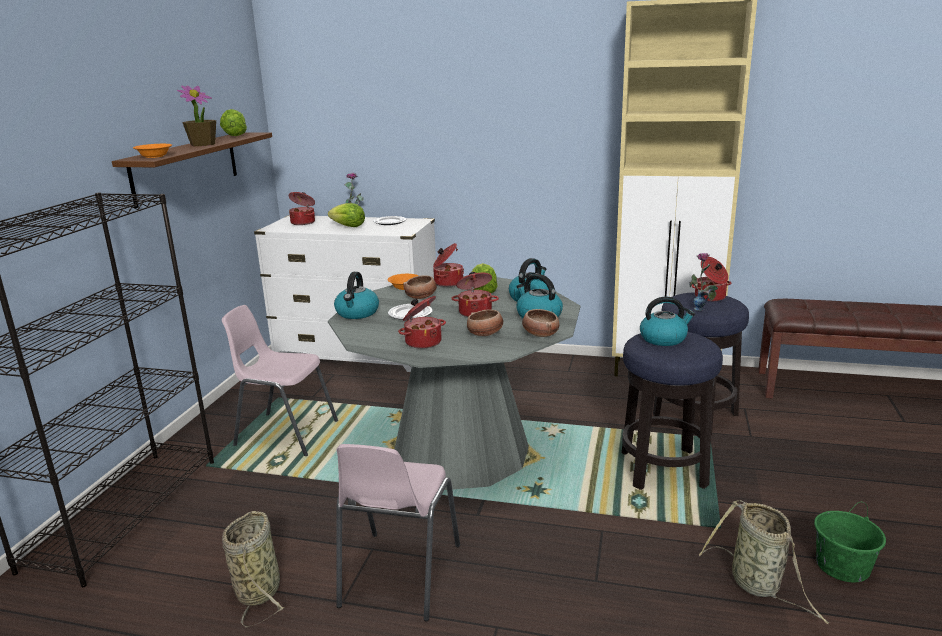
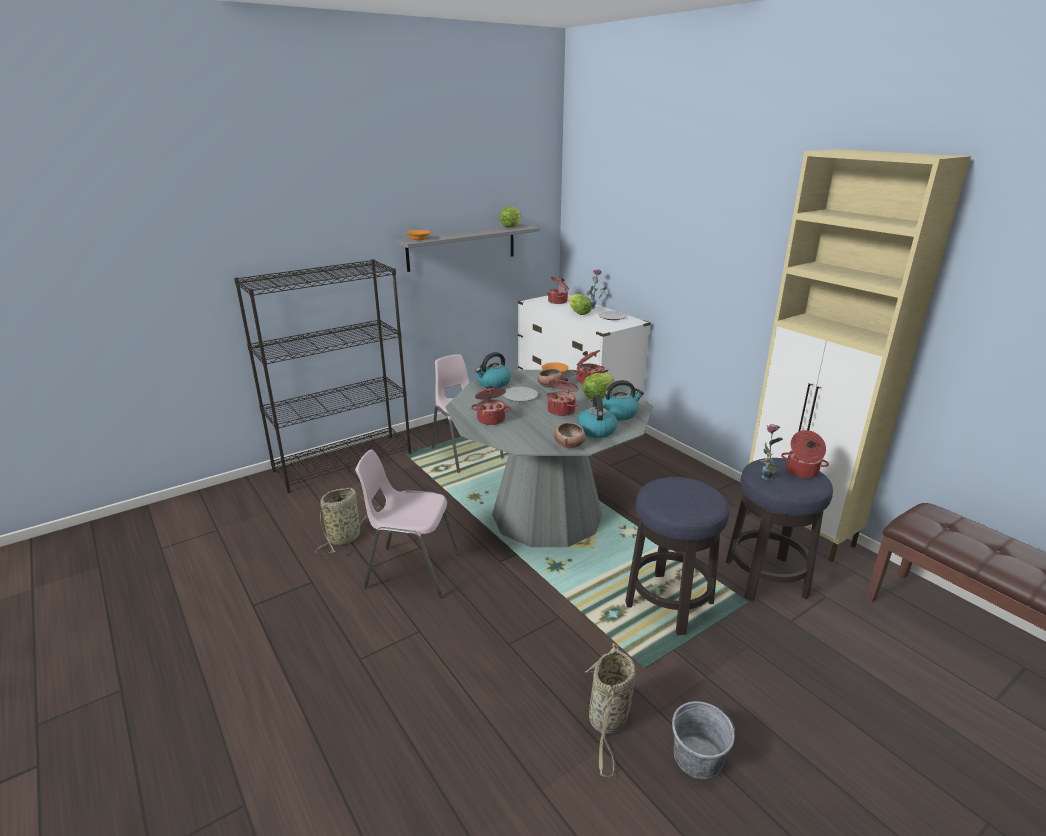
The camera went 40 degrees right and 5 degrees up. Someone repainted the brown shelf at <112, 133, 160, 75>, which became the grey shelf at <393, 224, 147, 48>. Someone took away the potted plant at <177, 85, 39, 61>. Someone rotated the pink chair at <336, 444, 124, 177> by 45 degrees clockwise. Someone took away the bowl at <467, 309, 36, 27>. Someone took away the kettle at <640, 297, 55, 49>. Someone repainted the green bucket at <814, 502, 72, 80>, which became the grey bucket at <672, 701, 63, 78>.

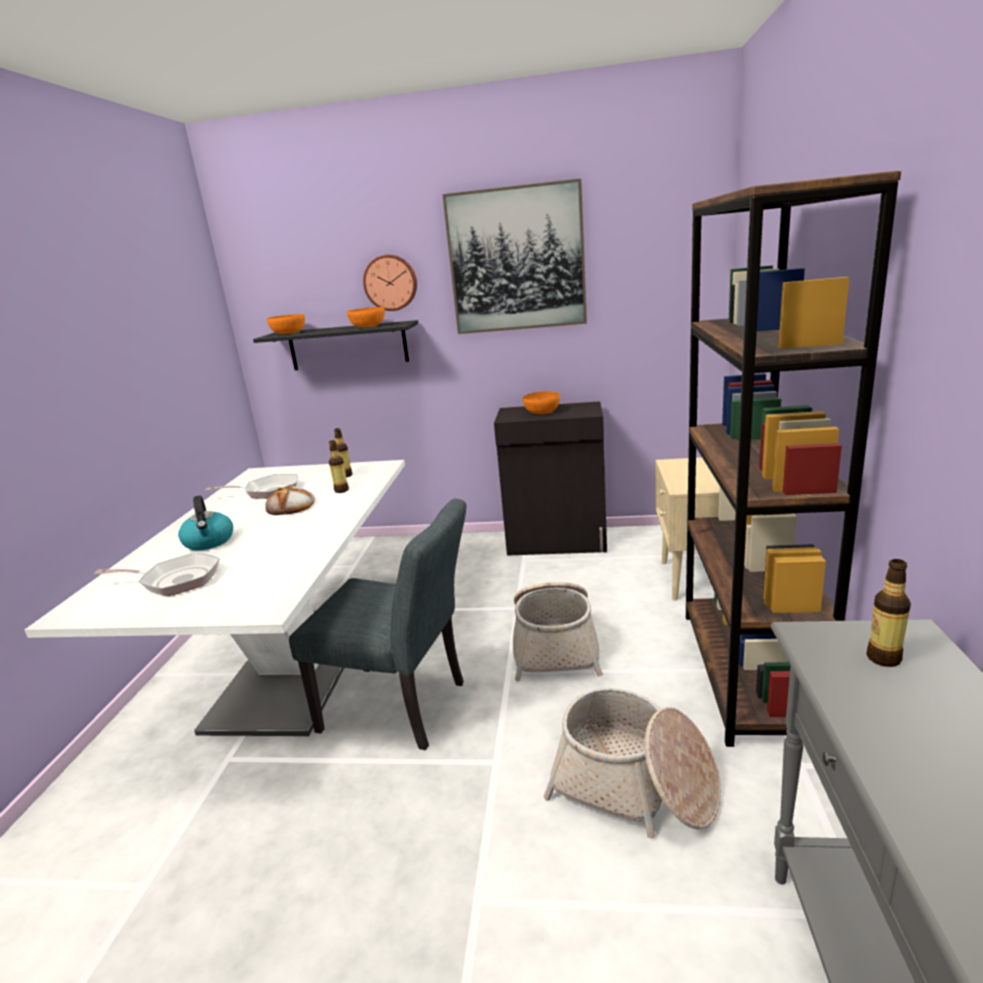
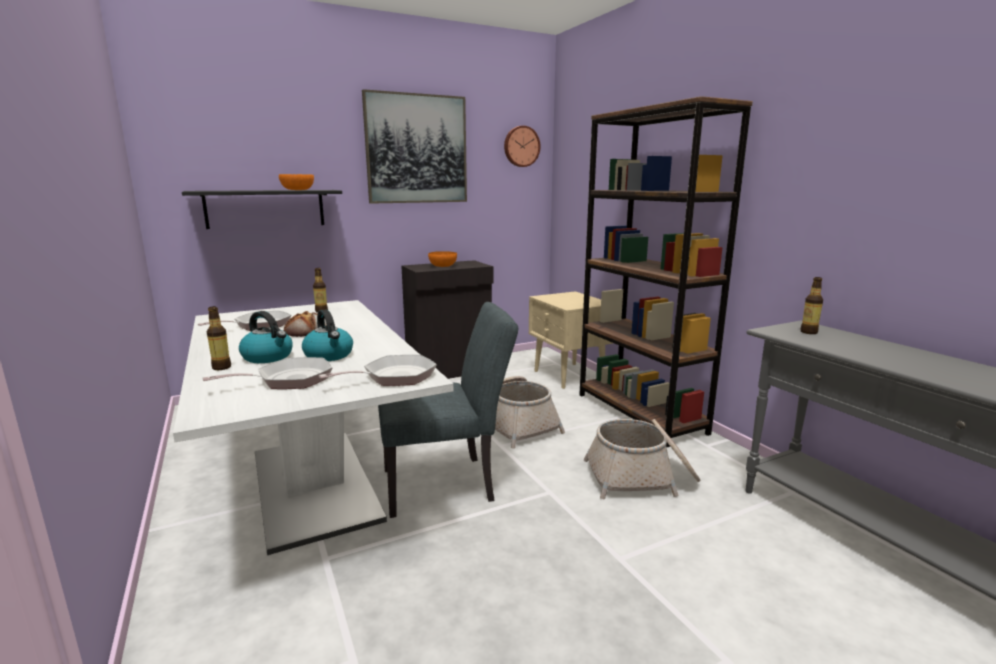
The camera went 35 degrees left and 5 degrees down. Someone took away the orange bowl at <267, 314, 38, 20>. Someone carried the bottle from <329, 440, 20, 53> to <207, 306, 24, 64>. Someone carried the wall clock from <363, 255, 54, 56> to <504, 126, 37, 41>. Someone put down the kettle at <302, 309, 51, 52>. Someone put down the frying pan at <318, 355, 119, 31>.

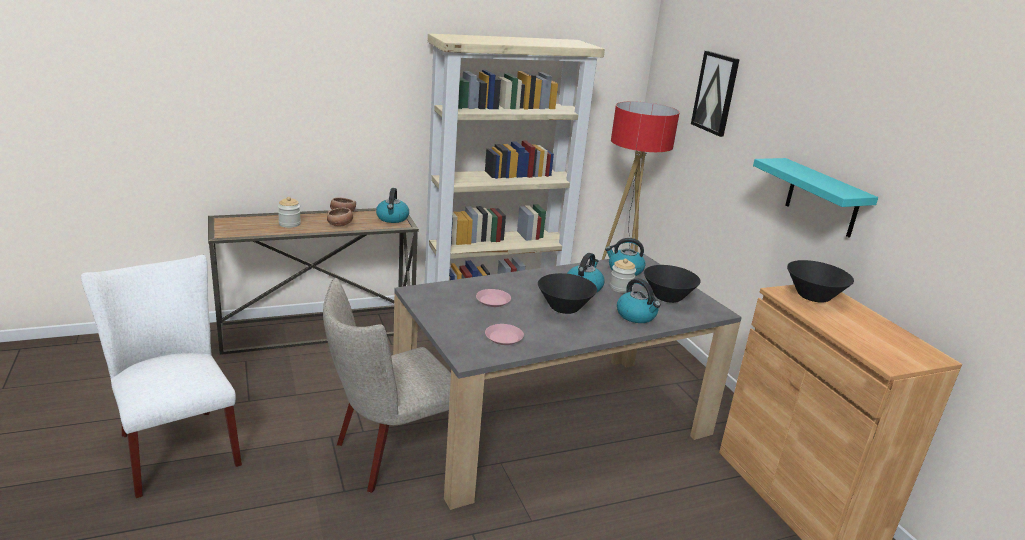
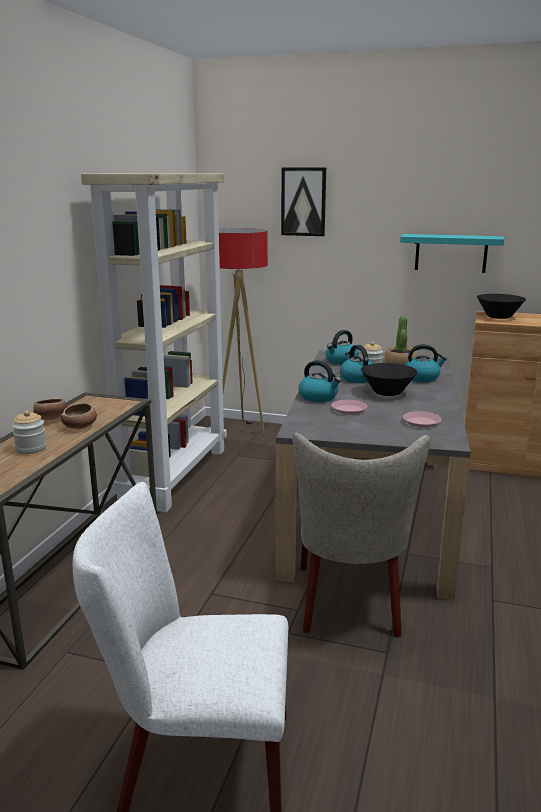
The camera went 50 degrees left and 5 degrees down. Someone carried the kettle from <376, 188, 33, 35> to <298, 360, 43, 42>. Someone swapped the black bowl at <644, 265, 57, 38> for the potted plant at <385, 316, 33, 49>.

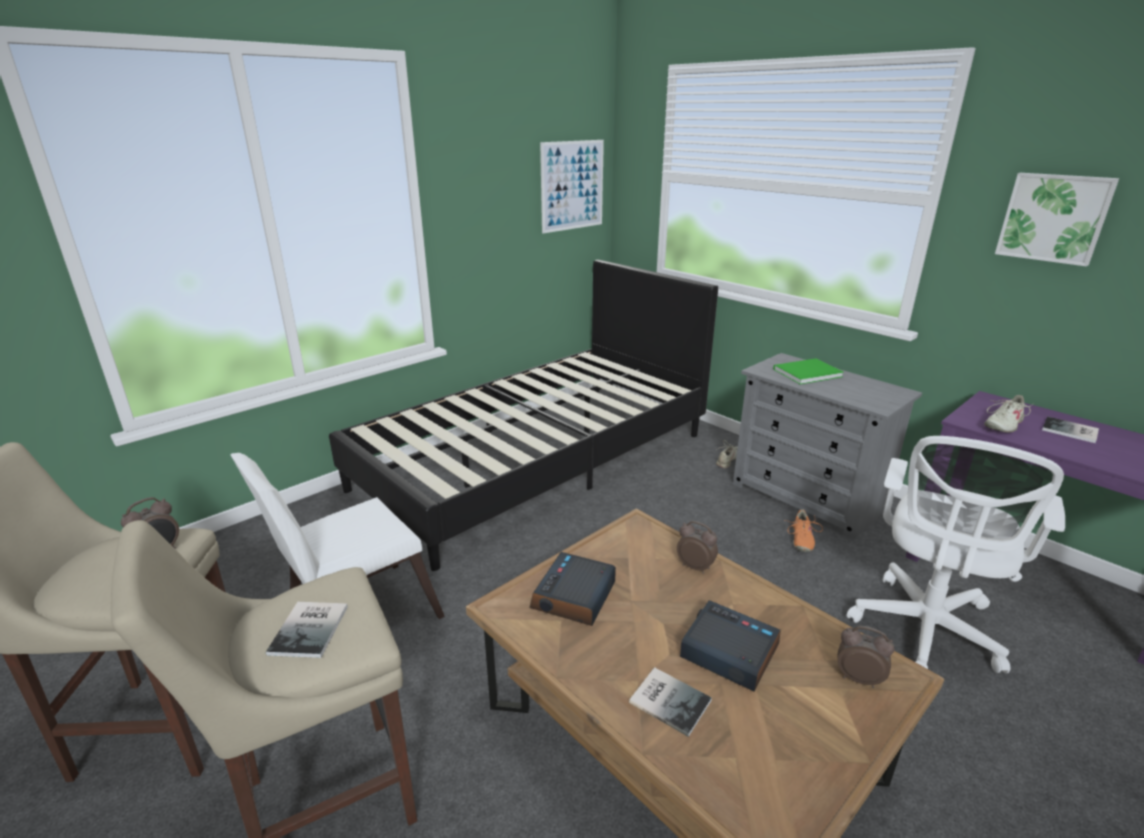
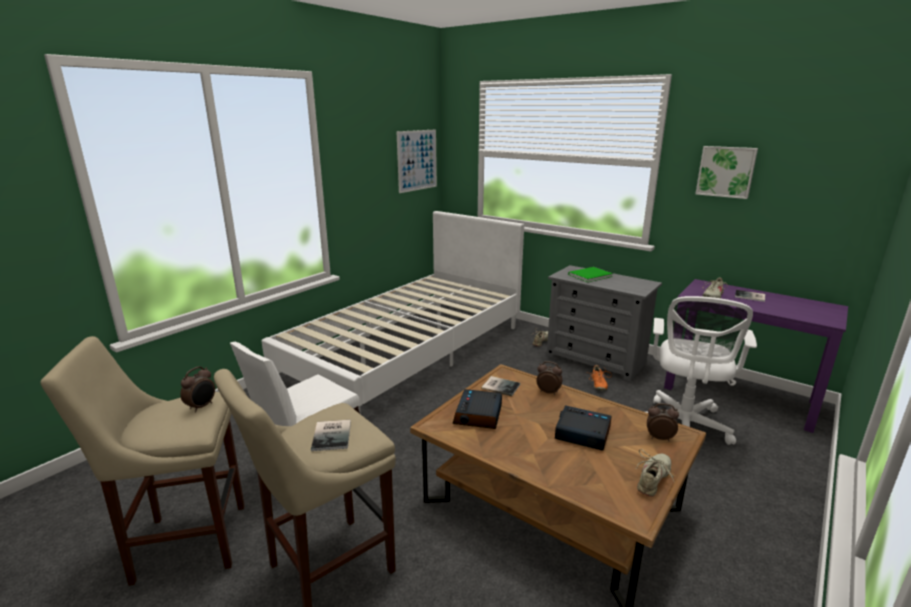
The camera went 10 degrees left and 5 degrees down. Someone repainted the black bed at <329, 260, 389, 311>, which became the white bed at <261, 211, 263, 201>. Someone carried the book from <629, 667, 83, 70> to <482, 376, 38, 20>. Someone put down the beige shoe at <636, 449, 39, 48>.

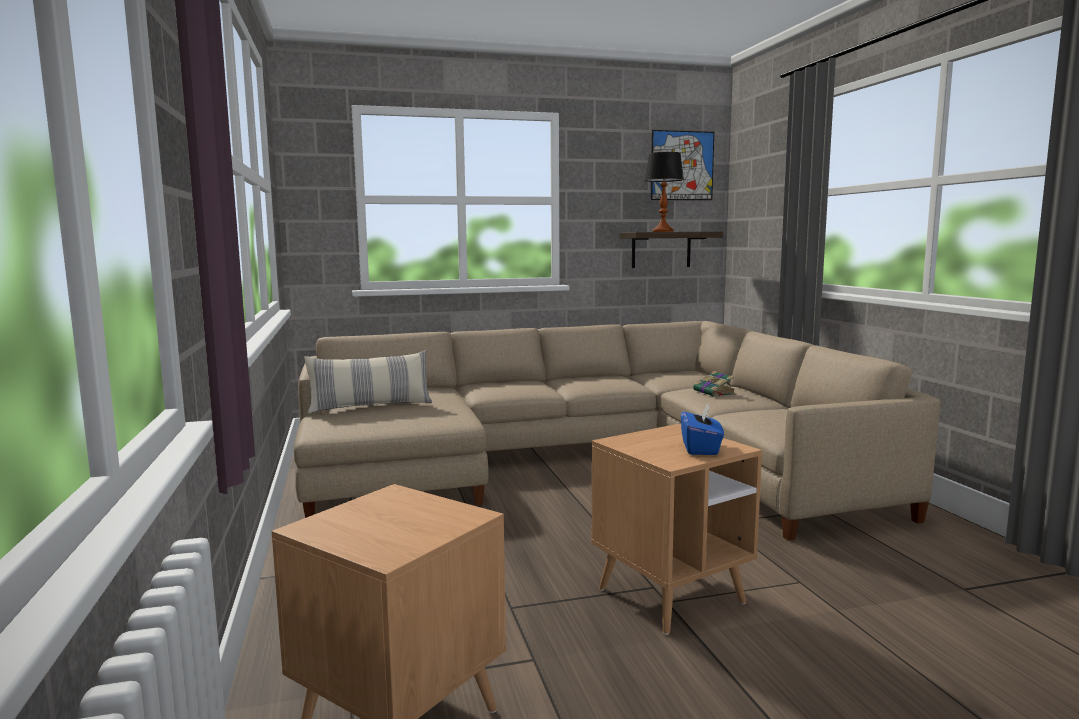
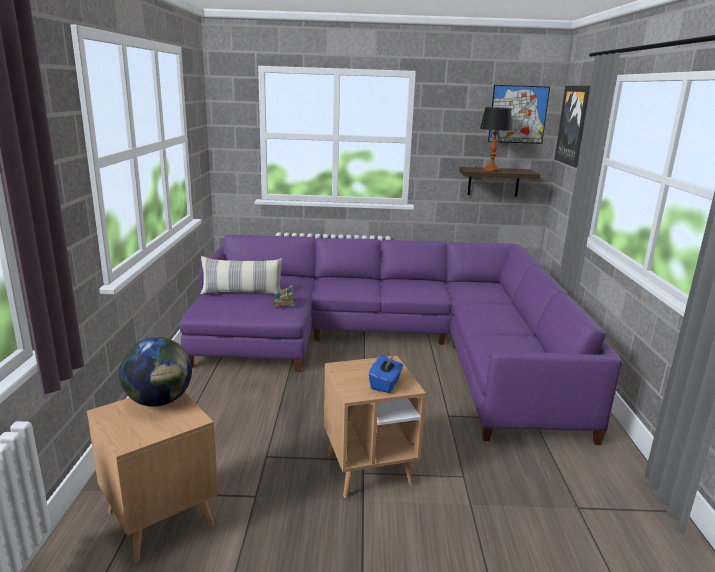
The camera went 15 degrees right and 10 degrees up. Someone repainted the beige sofa at <294, 321, 647, 220>, which became the purple sofa at <179, 235, 443, 210>. Someone carried the book from <693, 371, 43, 26> to <273, 285, 22, 22>. Someone put down the globe at <119, 337, 73, 70>. Someone put up the picture at <555, 86, 35, 82>.

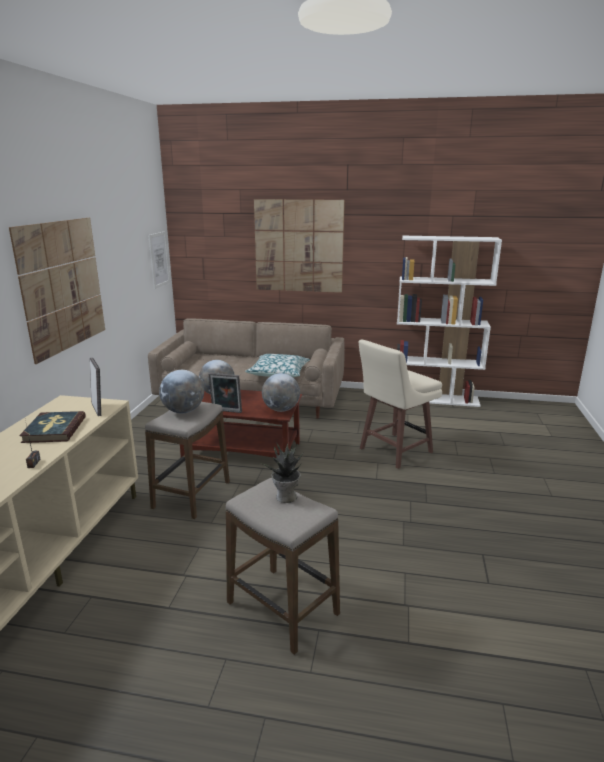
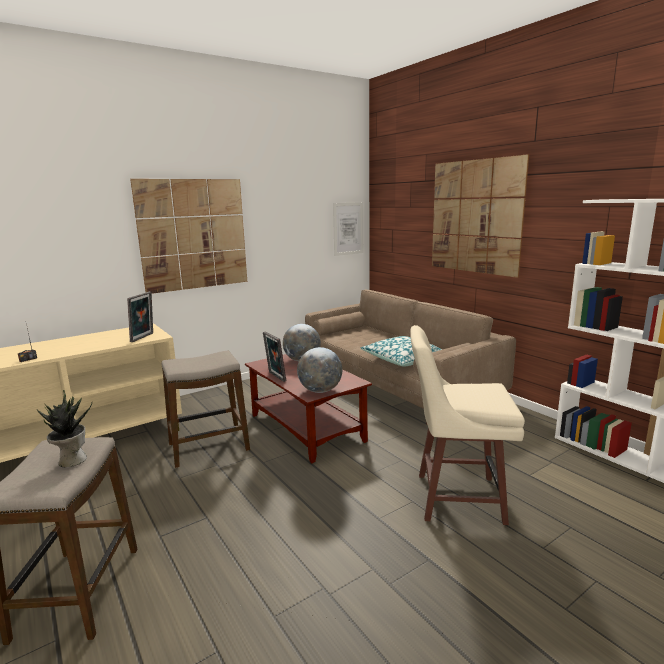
The camera went 45 degrees right and 5 degrees down. Someone took away the book at <19, 411, 67, 32>. Someone took away the globe at <159, 370, 45, 43>.

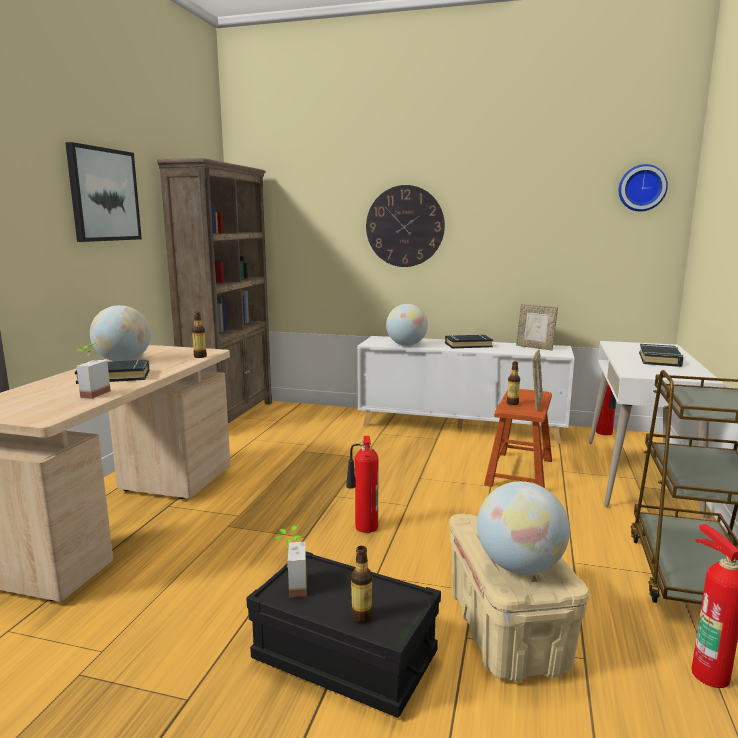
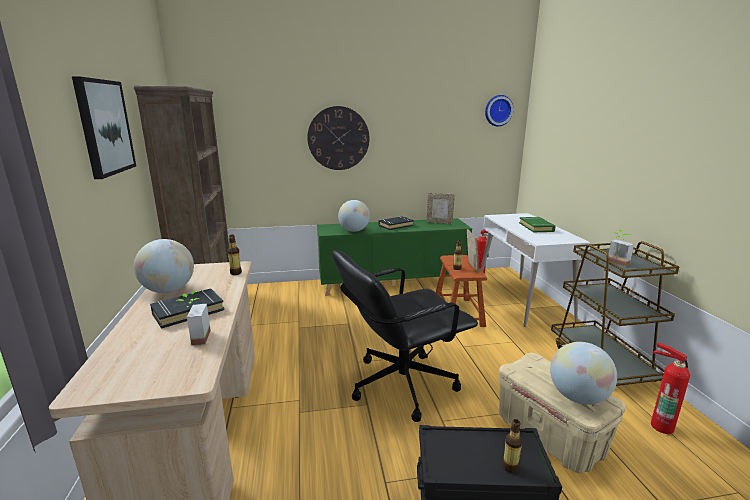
The camera went 25 degrees left and 5 degrees up. Someone carried the potted plant from <273, 525, 33, 72> to <608, 230, 26, 36>. Someone swapped the fire extinguisher at <346, 436, 32, 97> for the black office chair at <332, 250, 146, 172>. Someone repainted the white cabinet at <357, 336, 217, 108>, which became the green cabinet at <317, 218, 155, 78>. Someone repainted the black book at <639, 344, 44, 23>, which became the green book at <519, 217, 37, 15>.

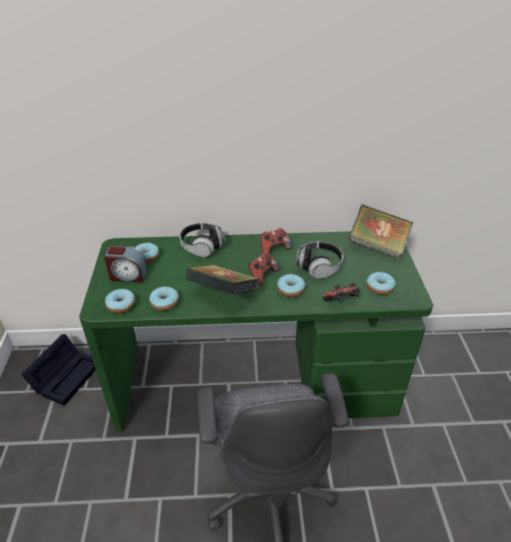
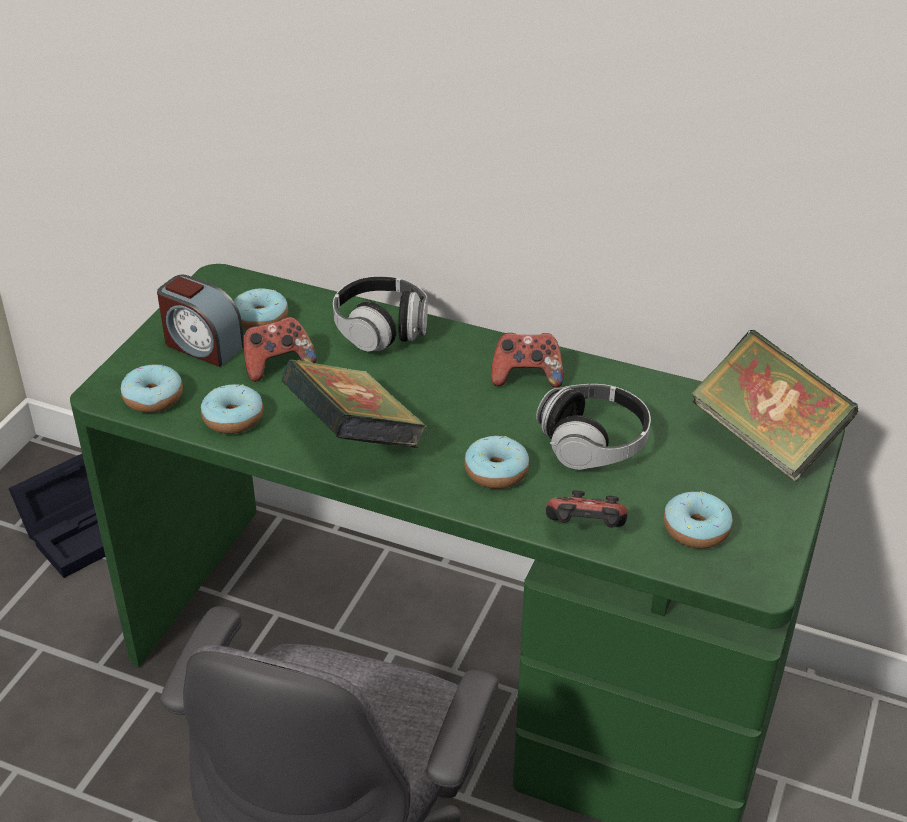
The camera went 25 degrees right and 0 degrees up. Someone carried the game controller from <248, 252, 31, 34> to <243, 317, 74, 65>.

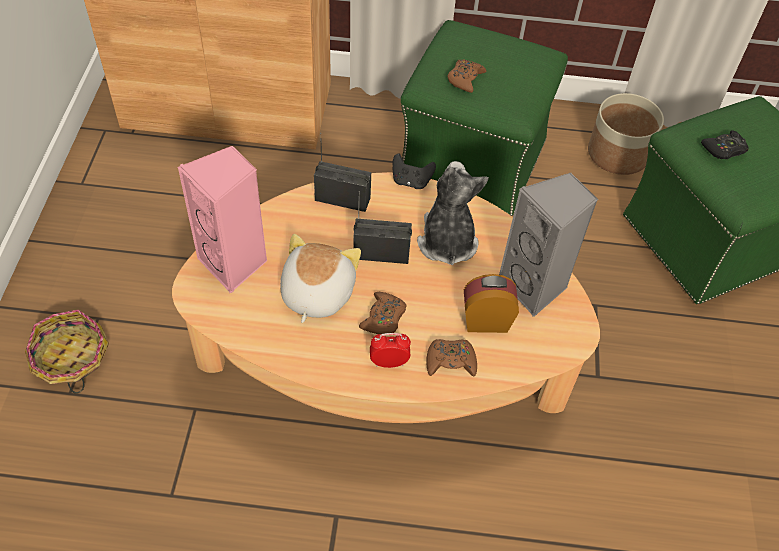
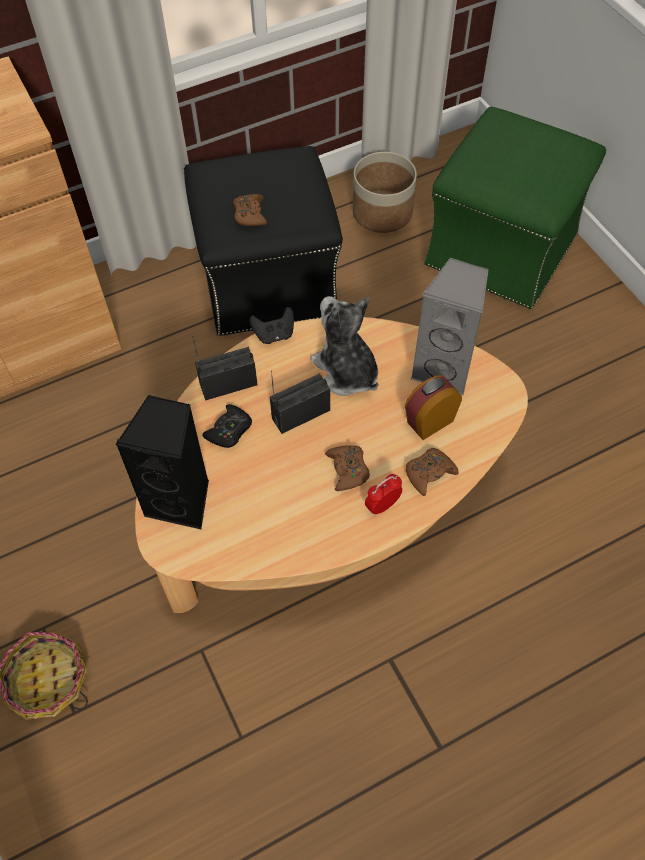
The camera went 30 degrees left and 5 degrees up. Someone repainted the pink speaker at <178, 146, 90, 147>, which became the black speaker at <115, 395, 94, 135>. Someone took away the plush toy at <280, 234, 81, 89>. Someone repainted the green ottoman at <401, 20, 167, 196>, which became the black ottoman at <184, 146, 159, 190>. Someone carried the black game controller from <701, 130, 48, 29> to <202, 404, 50, 44>.

